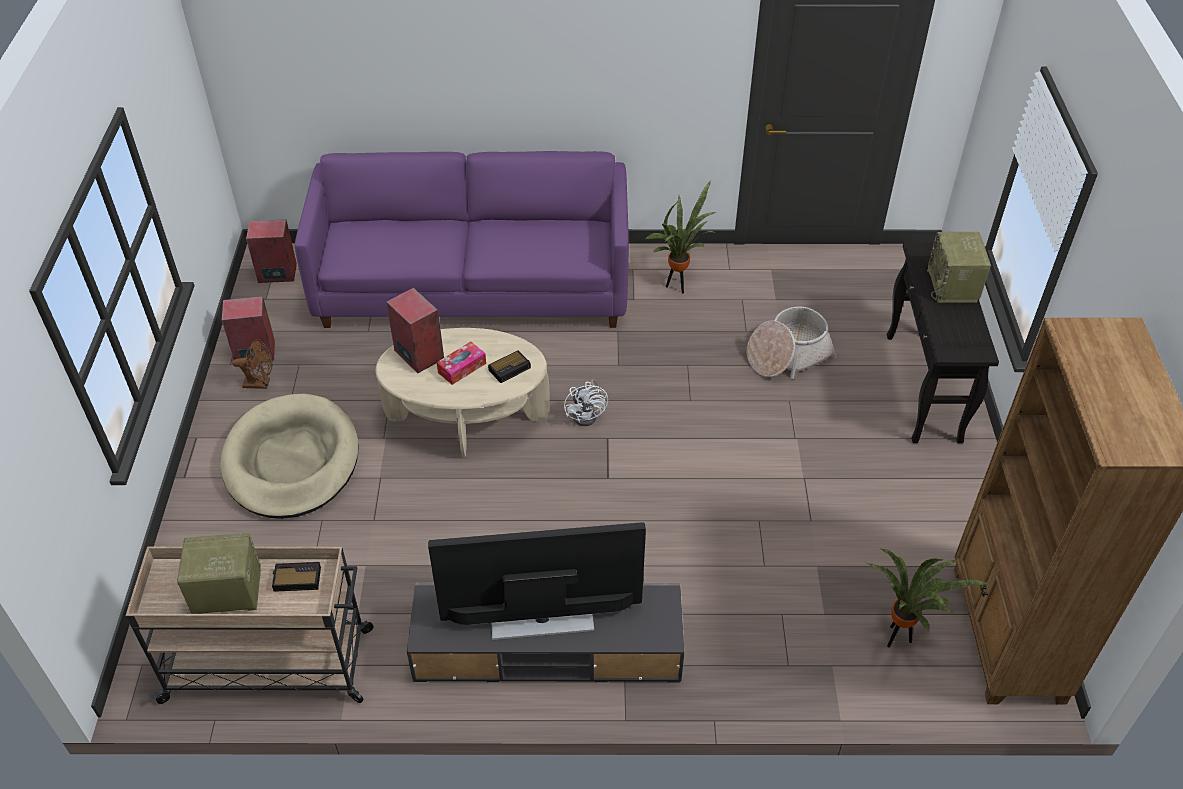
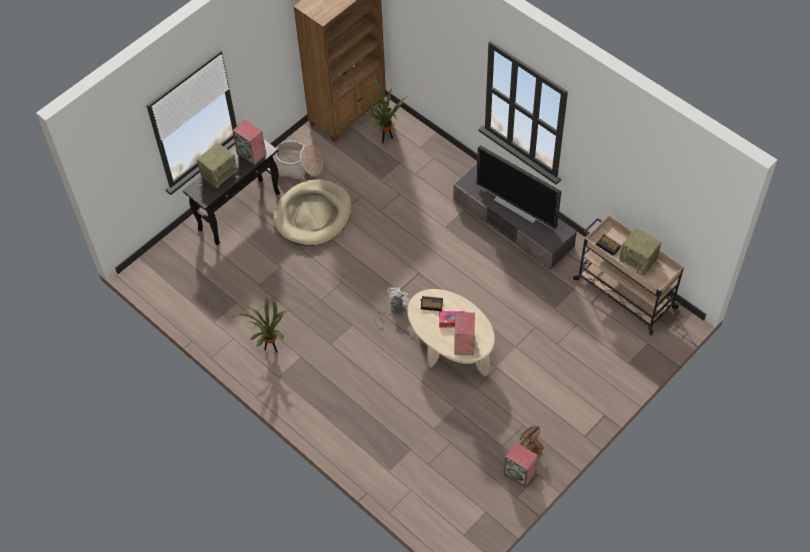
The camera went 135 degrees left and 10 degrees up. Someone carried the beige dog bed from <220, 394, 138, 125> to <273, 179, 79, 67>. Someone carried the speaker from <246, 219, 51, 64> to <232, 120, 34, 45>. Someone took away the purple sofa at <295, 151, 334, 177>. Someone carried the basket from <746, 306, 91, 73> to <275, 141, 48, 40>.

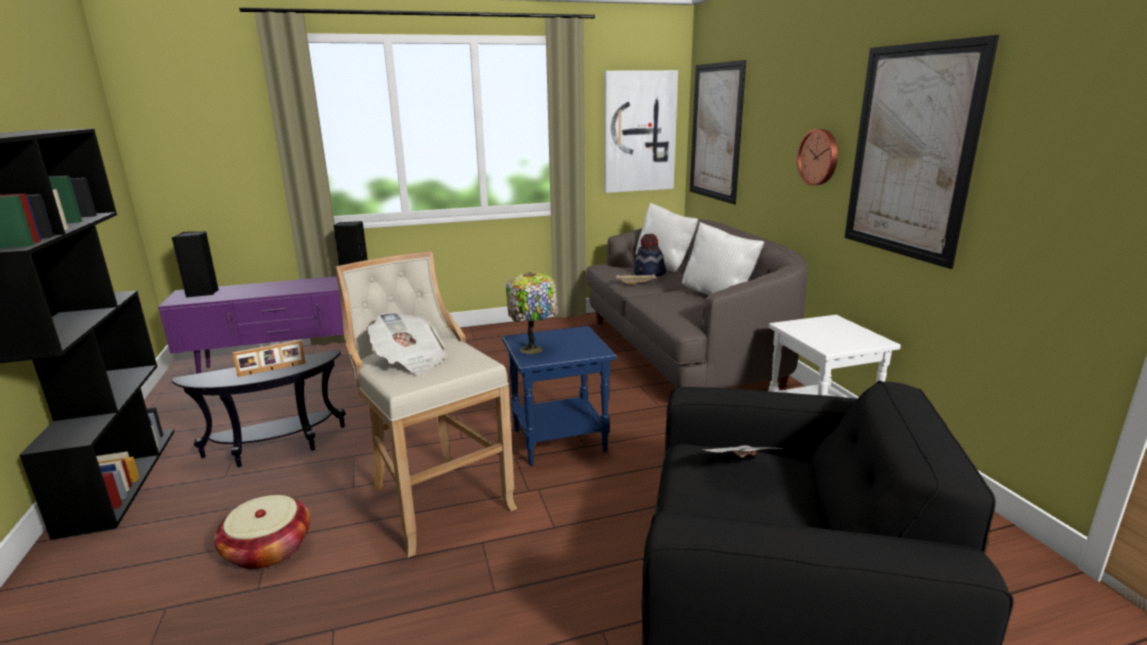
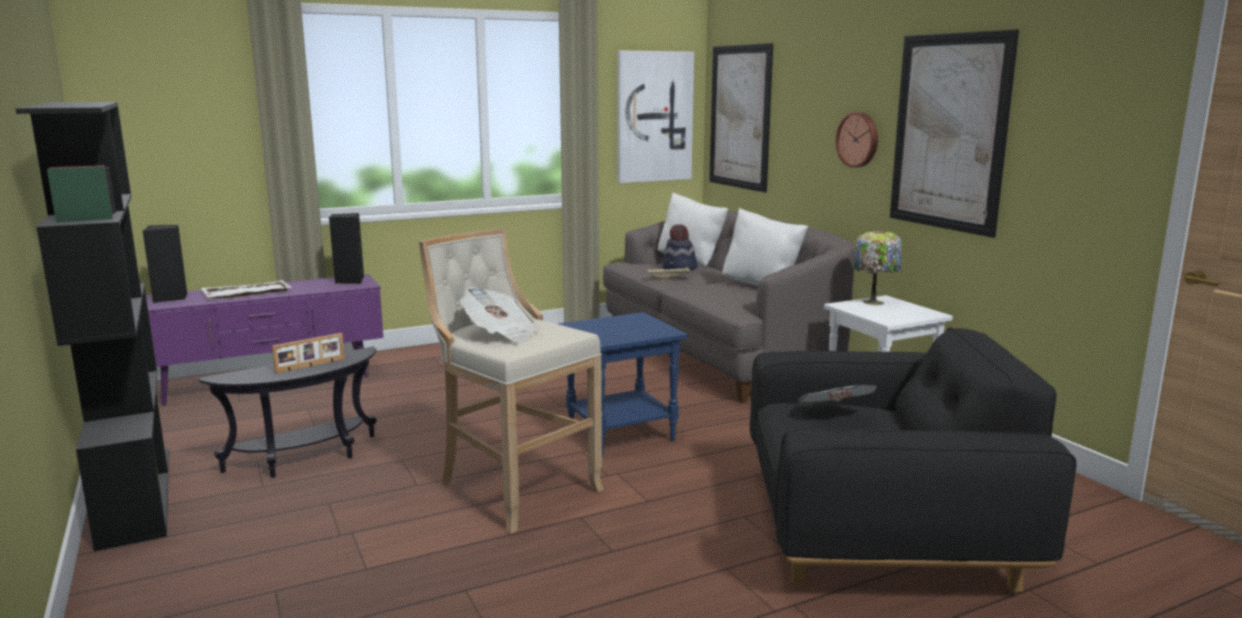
The camera went 10 degrees left and 5 degrees down. Someone took away the basket at <214, 495, 96, 75>. Someone carried the table lamp from <506, 272, 52, 82> to <854, 230, 48, 75>. Someone put down the white tray at <201, 280, 91, 19>.

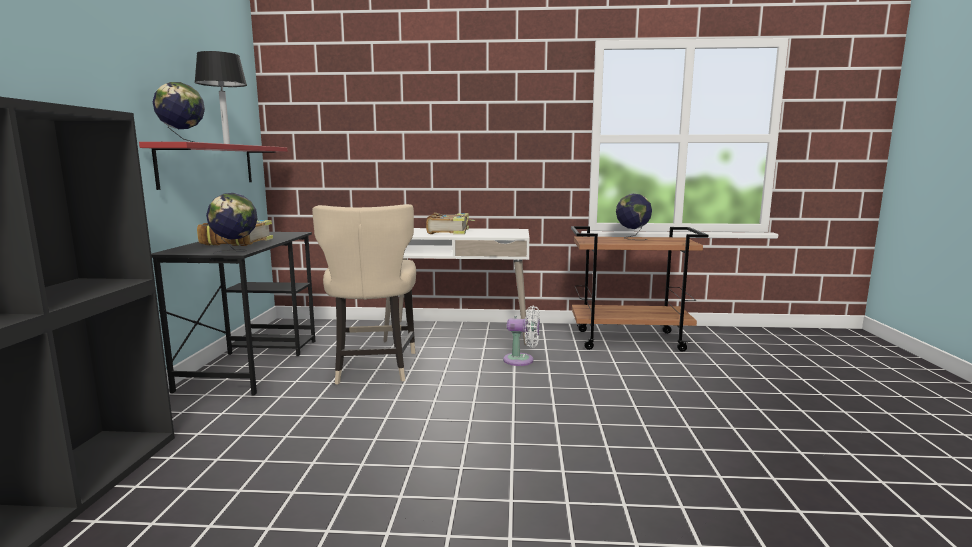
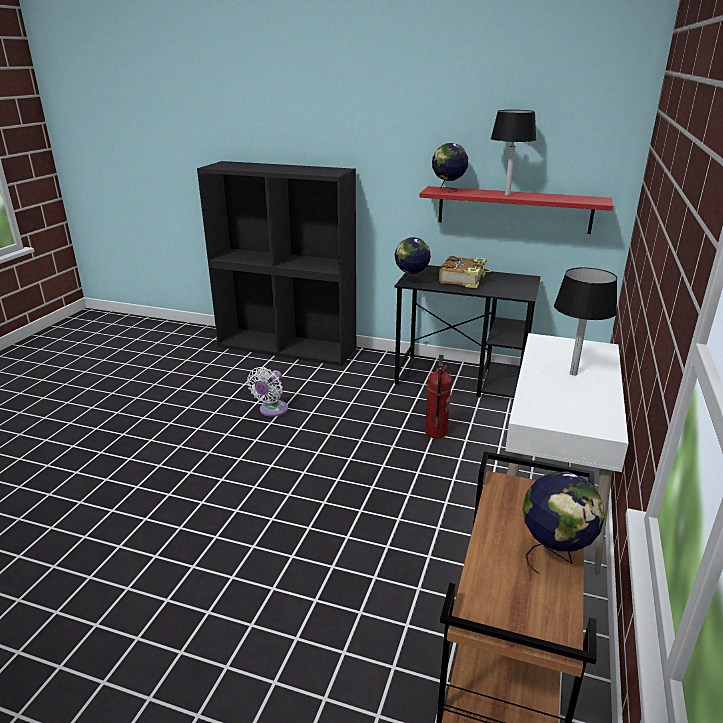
The camera went 105 degrees right and 15 degrees up. Someone swapped the beige chair at <312, 204, 104, 181> for the fire extinguisher at <425, 355, 27, 84>. Someone swapped the book at <426, 213, 49, 21> for the black table lamp at <554, 267, 63, 109>. Someone carried the white fan from <503, 306, 37, 60> to <247, 367, 41, 50>.

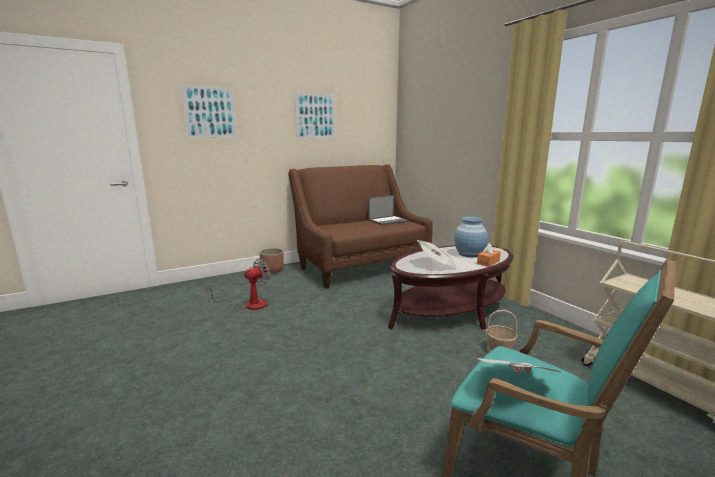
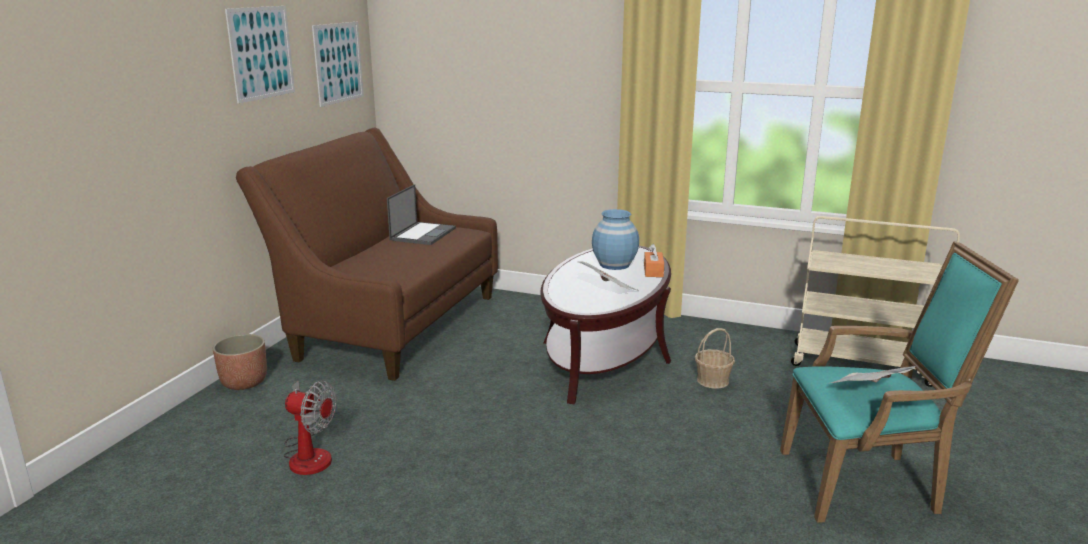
The camera went 40 degrees left and 5 degrees up. Someone carried the picture from <181, 85, 56, 53> to <312, 22, 52, 85>. Someone rotated the fan at <205, 259, 65, 51> by 105 degrees clockwise.

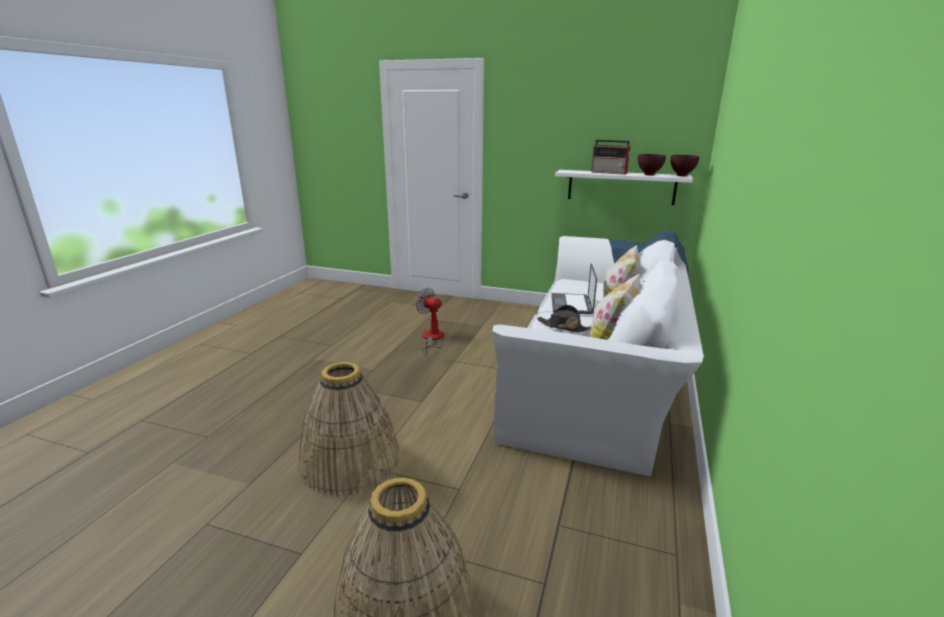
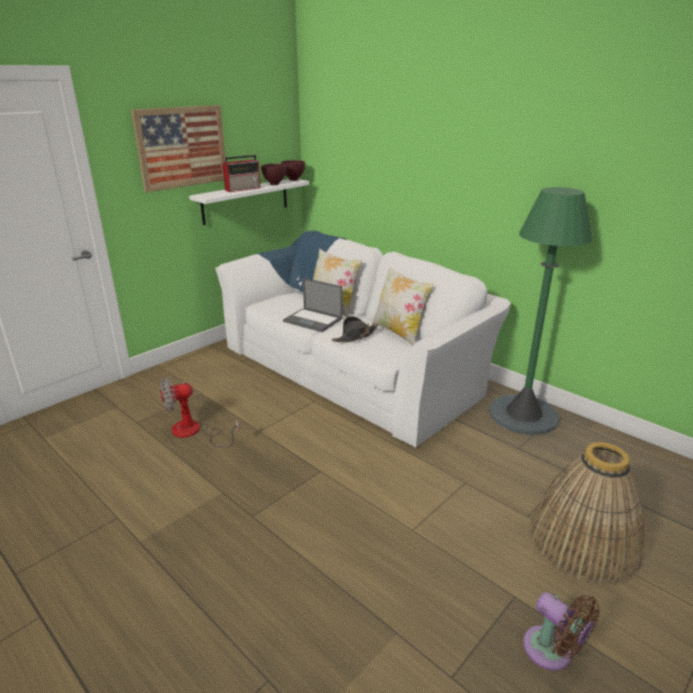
The camera went 65 degrees left and 5 degrees up. Someone took away the basket at <299, 362, 100, 134>. Someone put up the picture at <131, 105, 94, 88>. Someone put down the green floor lamp at <489, 187, 103, 248>. Someone put down the brown fan at <523, 592, 77, 79>.

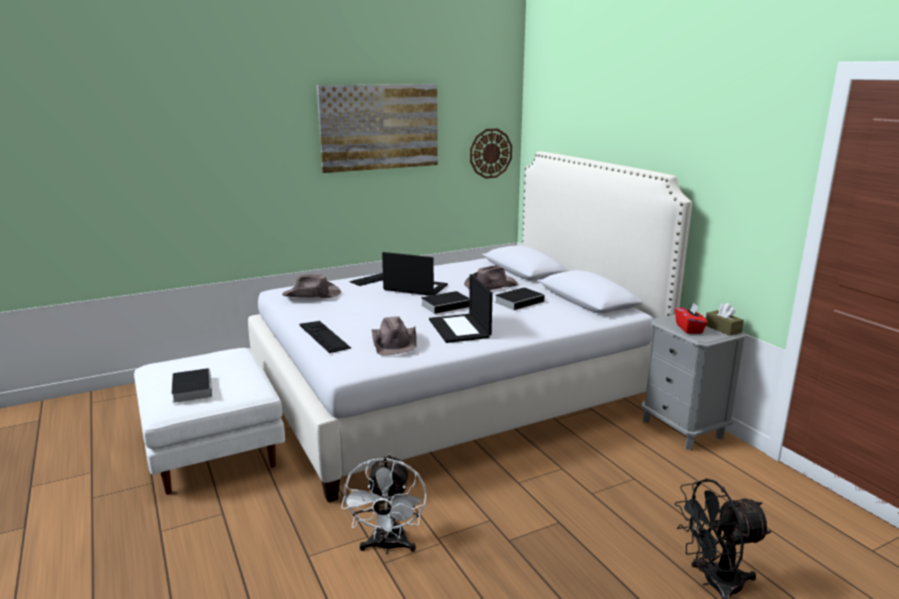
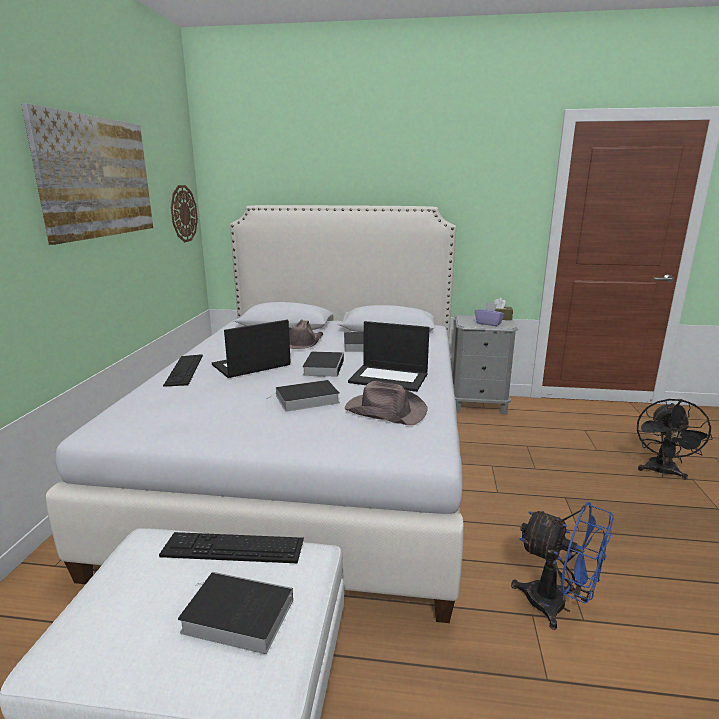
The camera went 55 degrees left and 0 degrees up. Someone took away the brown hat at <282, 274, 59, 24>. Someone carried the keyboard from <299, 321, 52, 32> to <159, 532, 145, 32>. Someone repainted the white fan at <341, 454, 86, 100>, which became the blue fan at <511, 502, 103, 128>. Someone repainted the red tissue box at <675, 303, 33, 31>, which became the purple tissue box at <475, 303, 30, 23>. Someone put down the book at <266, 380, 74, 32>.

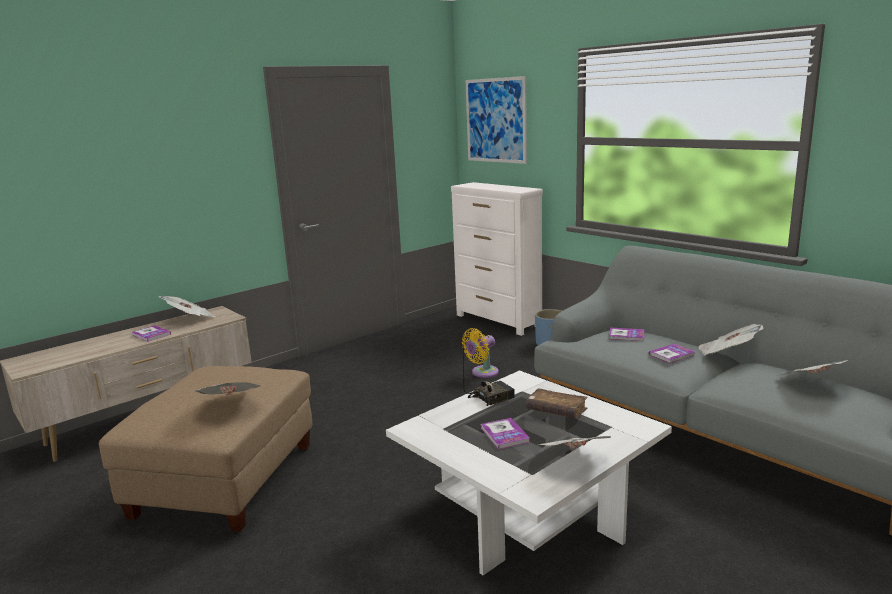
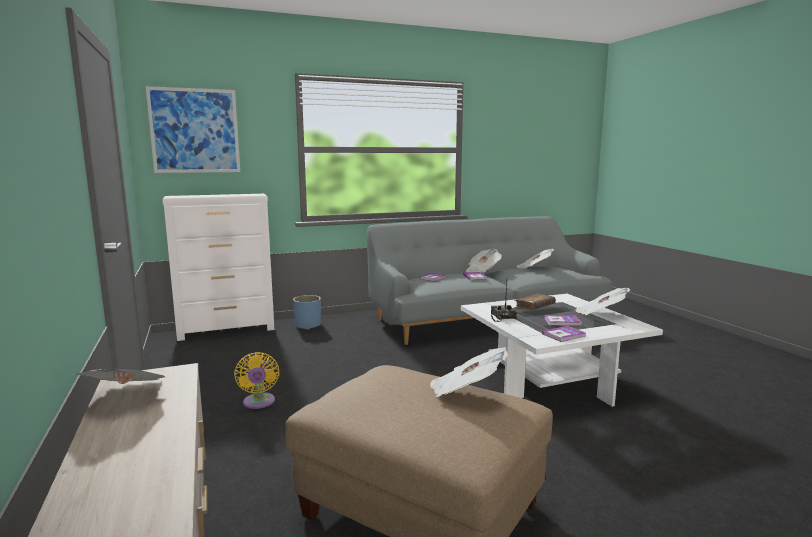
The camera went 70 degrees left and 5 degrees down. Someone carried the book from <132, 325, 39, 17> to <542, 326, 44, 16>. Someone carried the yellow fan from <462, 328, 37, 50> to <234, 352, 46, 57>.

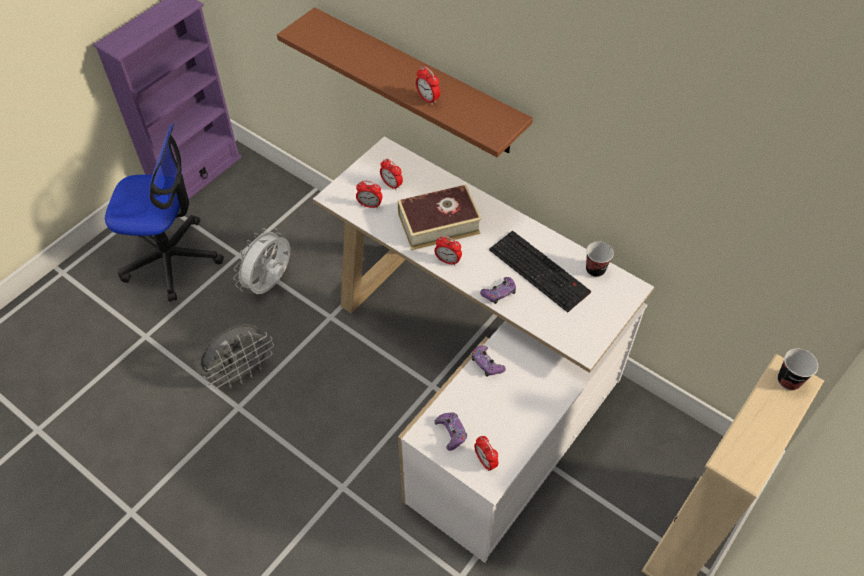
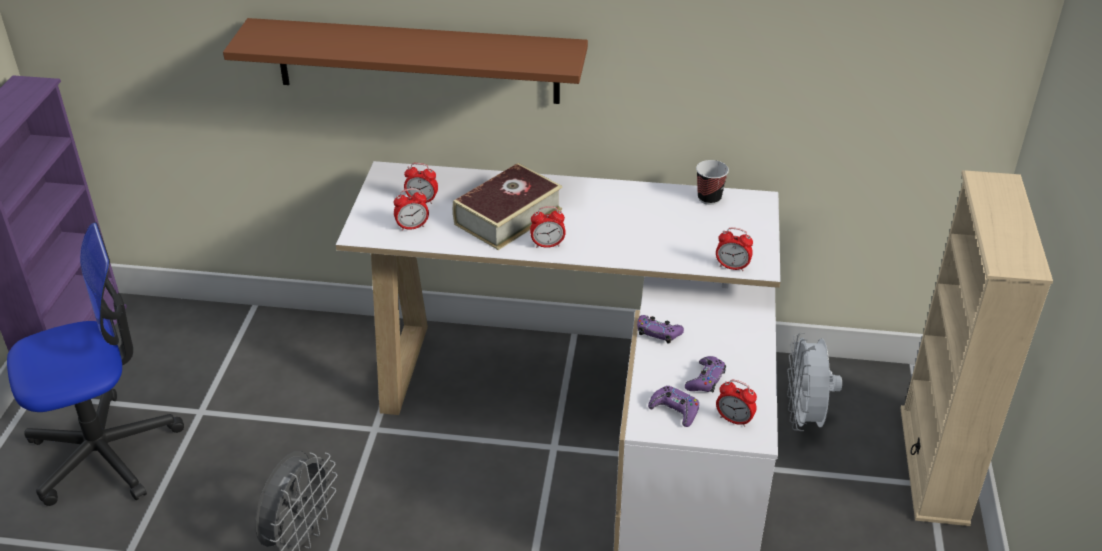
The camera went 30 degrees left and 15 degrees down. Someone carried the white fan from <233, 228, 57, 66> to <787, 333, 55, 98>. Someone carried the alarm clock from <416, 66, 24, 39> to <716, 227, 37, 44>. Someone carried the purple game controller from <480, 277, 36, 27> to <685, 356, 41, 37>. Someone took away the keyboard at <489, 230, 102, 83>. Someone took away the cup at <778, 348, 40, 43>.

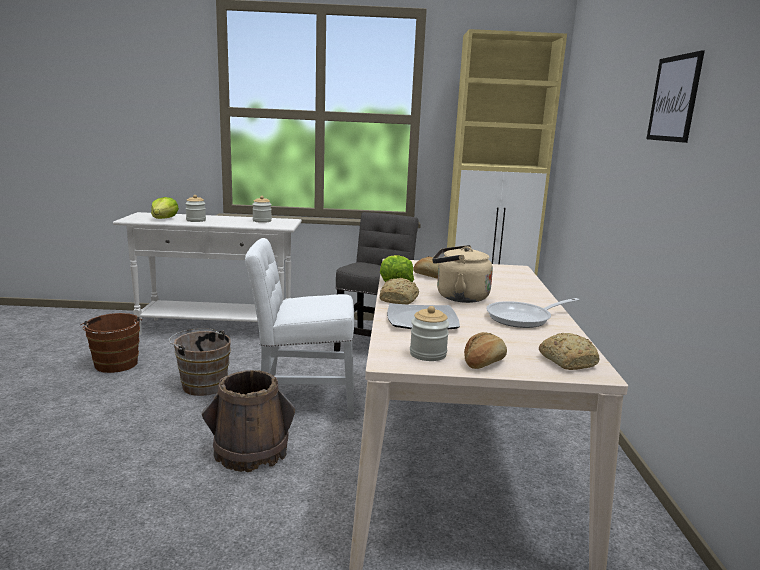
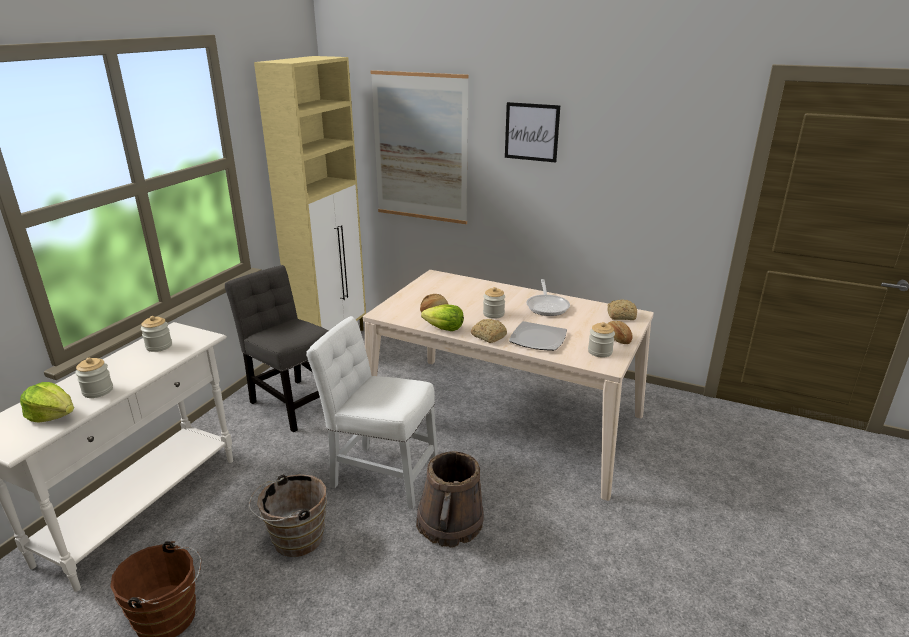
The camera went 65 degrees left and 10 degrees up. Someone rotated the white chair at <245, 238, 109, 180> by 90 degrees clockwise. Someone swapped the beige kettle at <432, 245, 61, 58> for the jar at <483, 287, 22, 32>. Someone put up the picture at <371, 70, 98, 154>.

